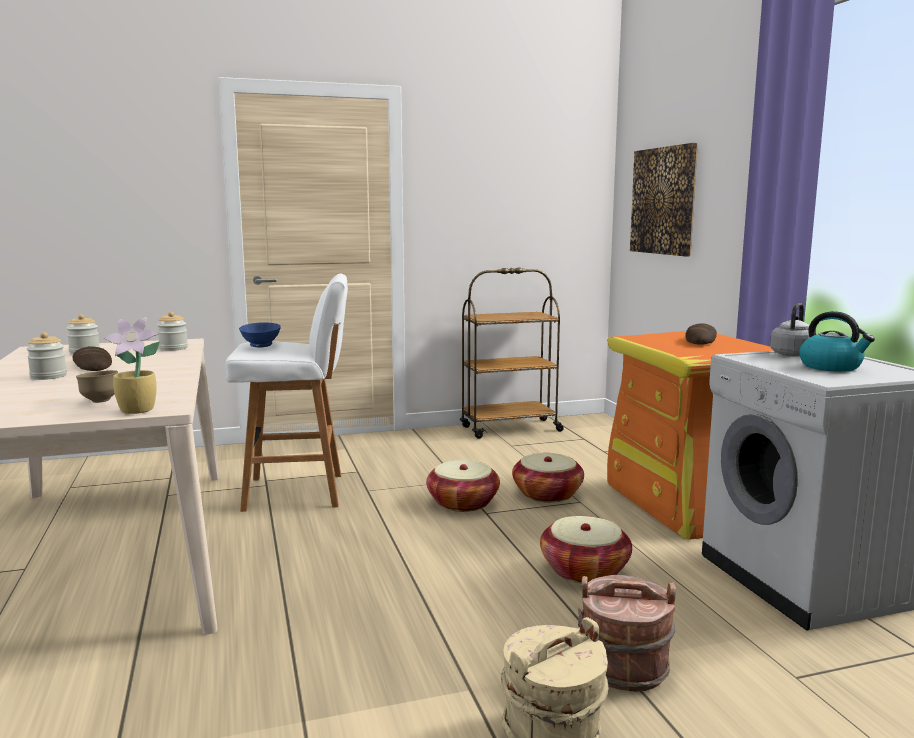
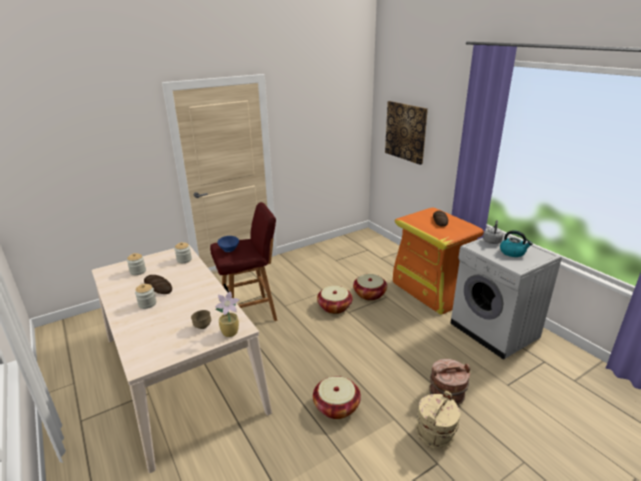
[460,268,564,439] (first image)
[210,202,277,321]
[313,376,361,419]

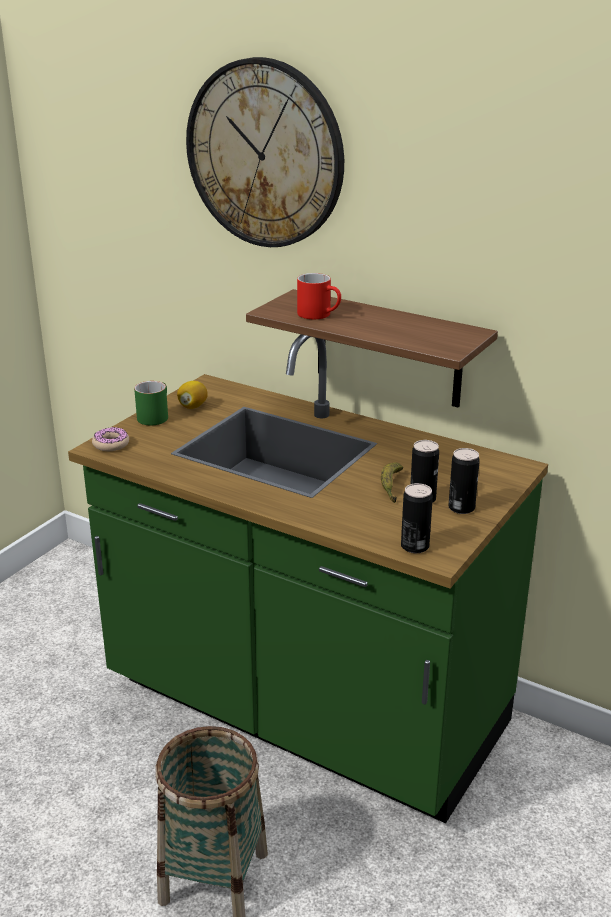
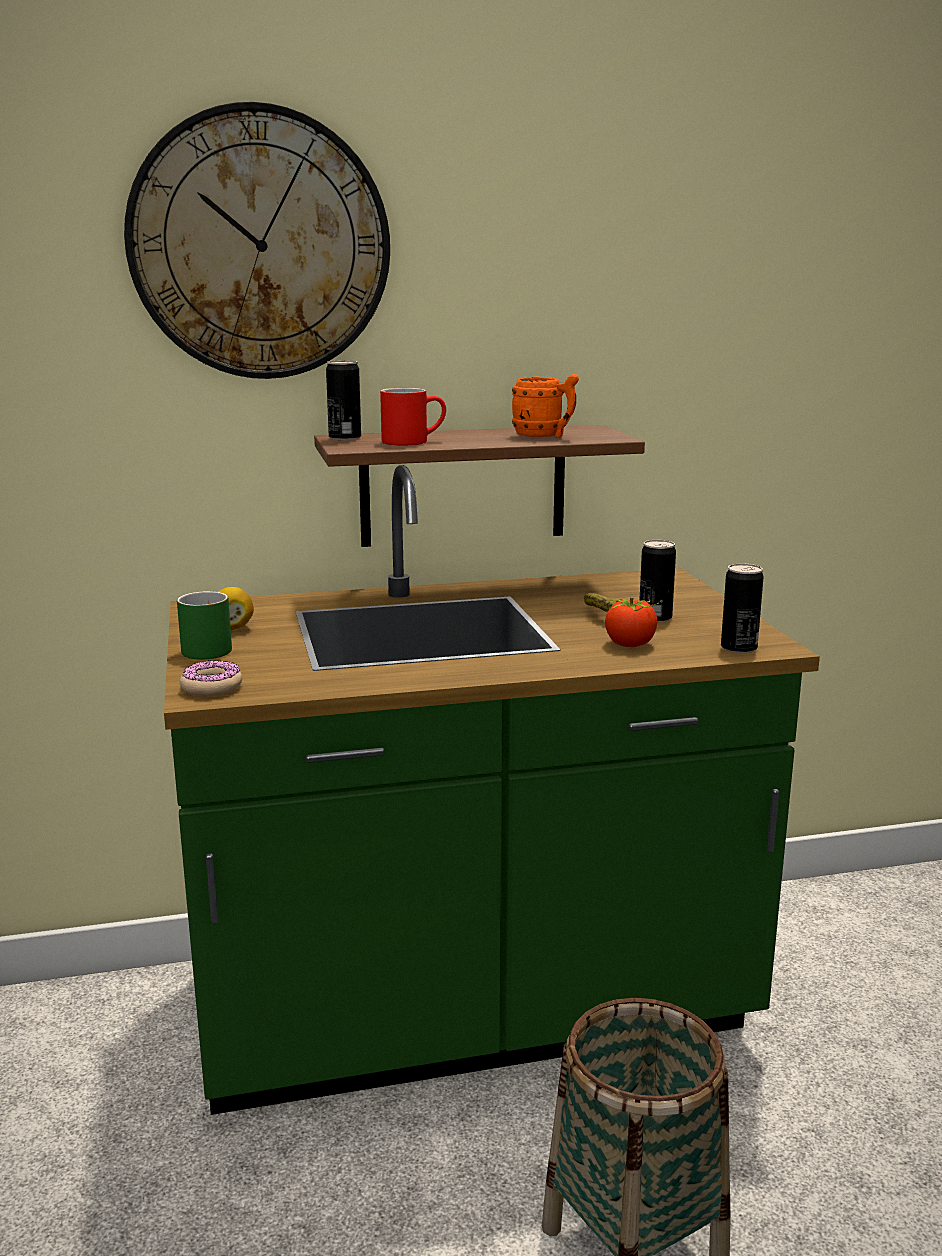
[326,360,361,440]
[512,374,579,438]
[605,597,659,647]

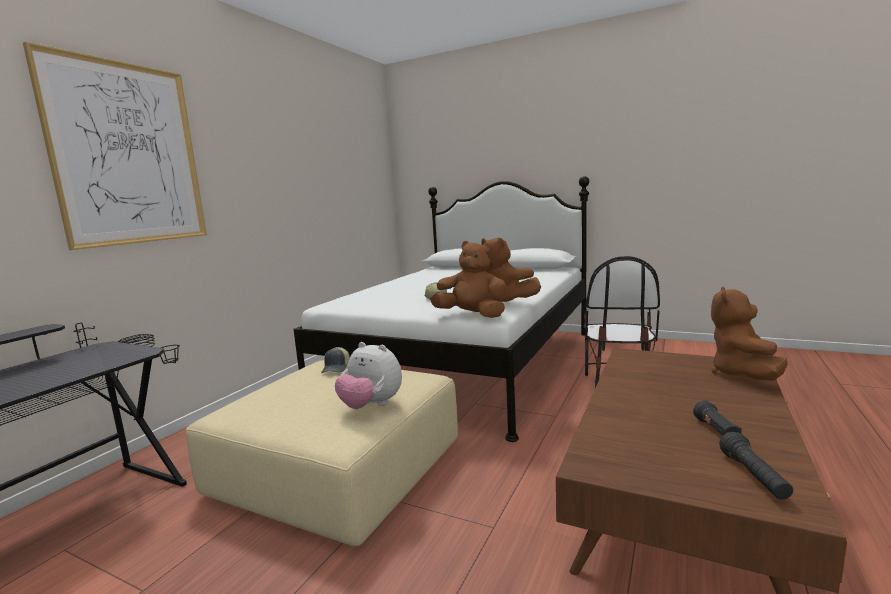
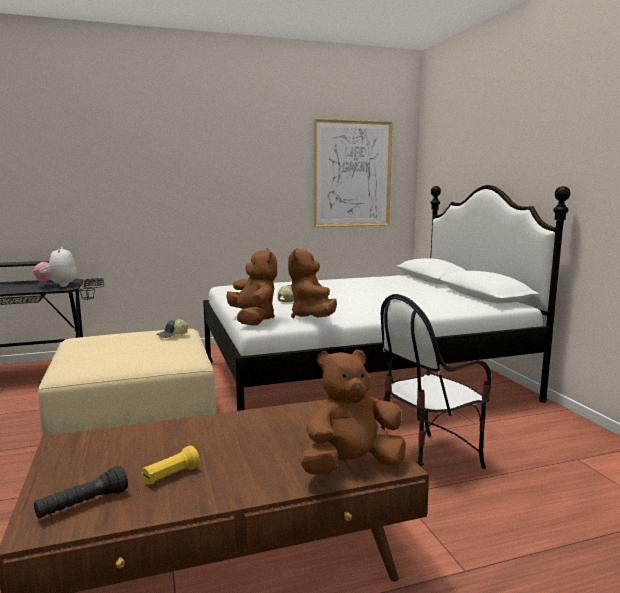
[314,119,393,227]
[34,247,77,287]
[141,445,200,484]

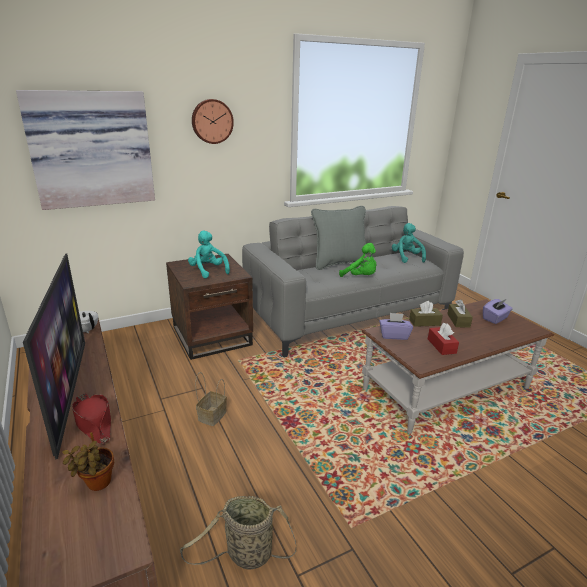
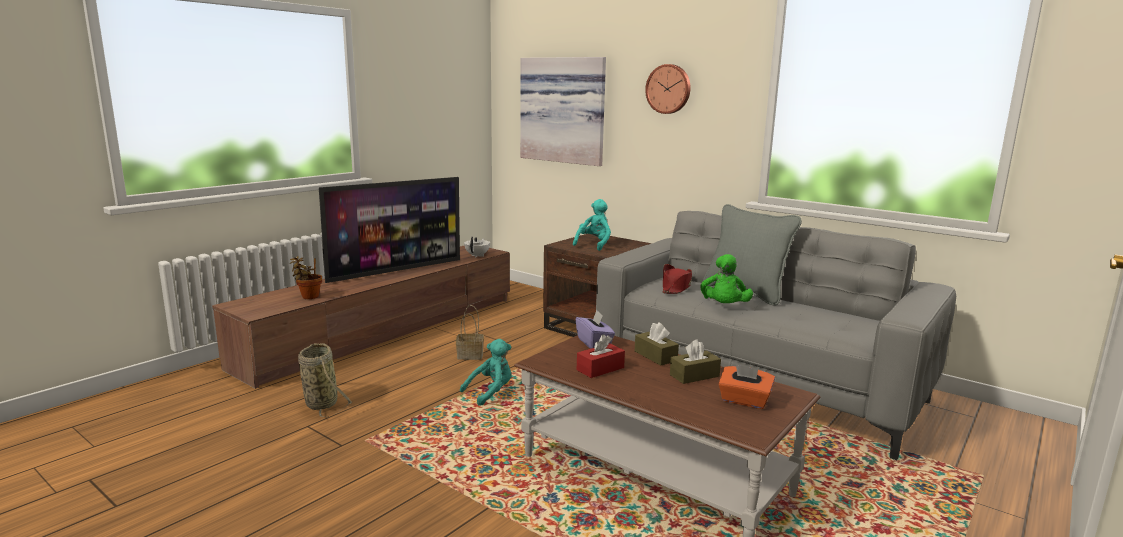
[460,339,512,406]
[718,364,775,409]
[662,264,692,294]

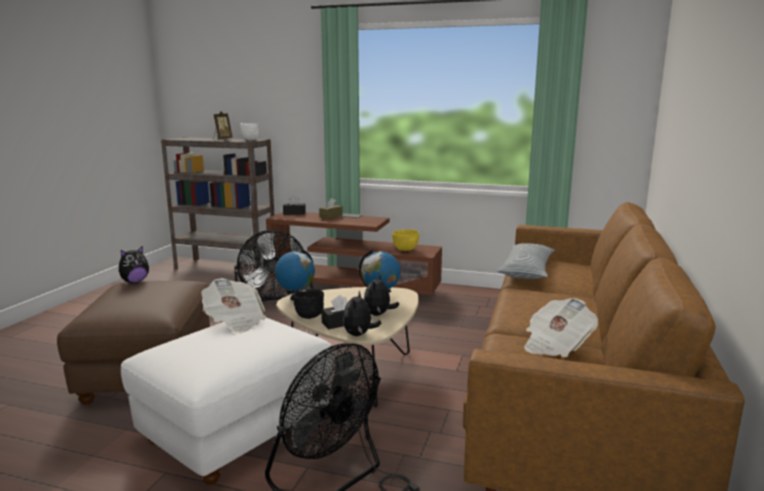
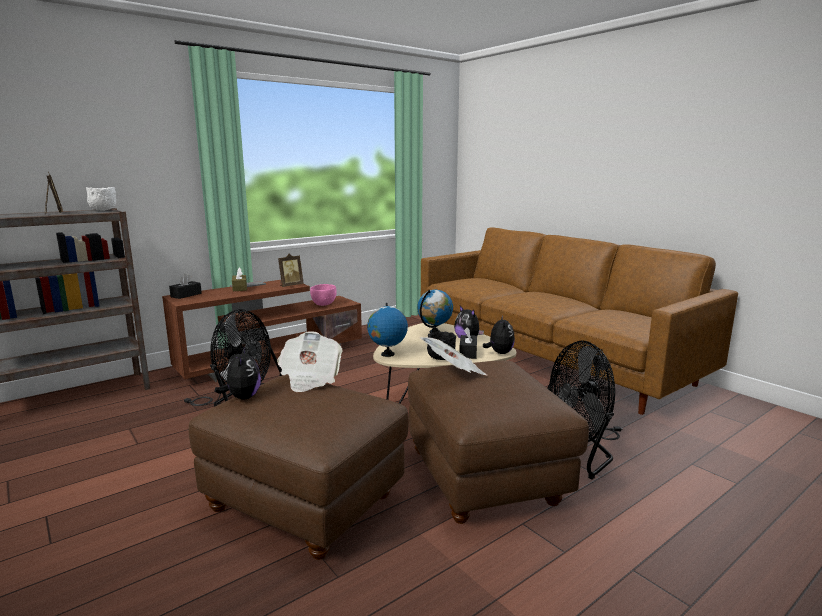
[310,284,337,306]
[497,243,555,279] (first image)
[483,315,515,354]
[277,331,343,392]
[408,360,589,524]
[278,254,304,287]

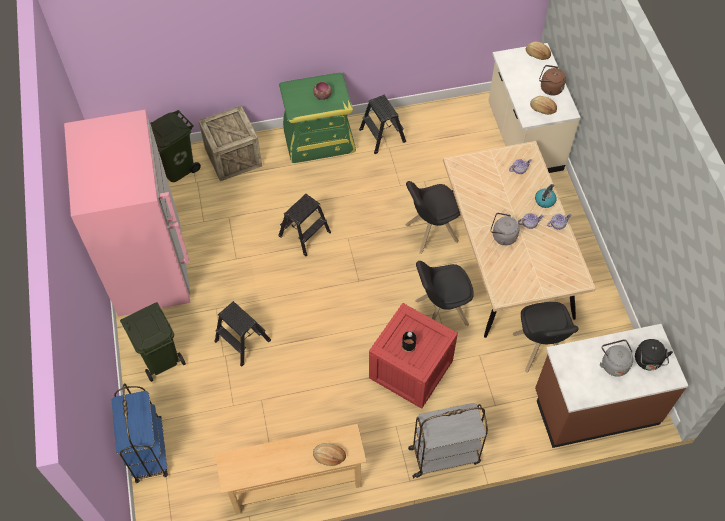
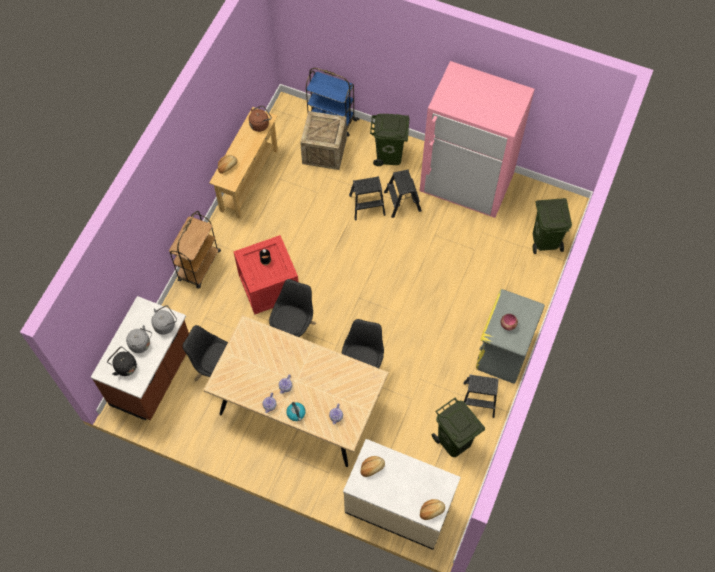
[249,105,272,132]
[476,289,545,384]
[300,111,347,170]
[384,169,422,218]
[151,305,177,335]
[169,211,221,289]
[432,398,485,457]

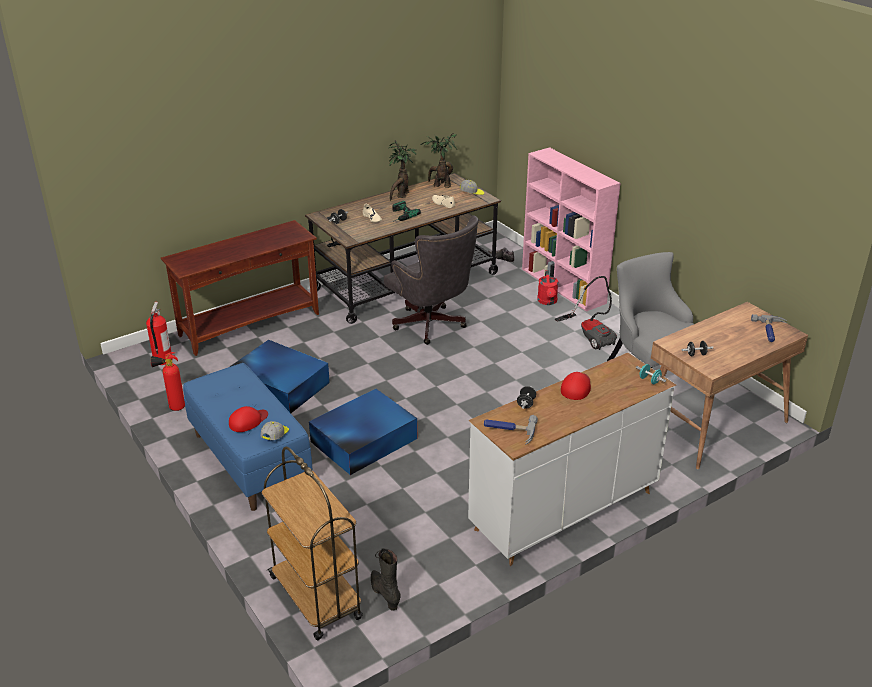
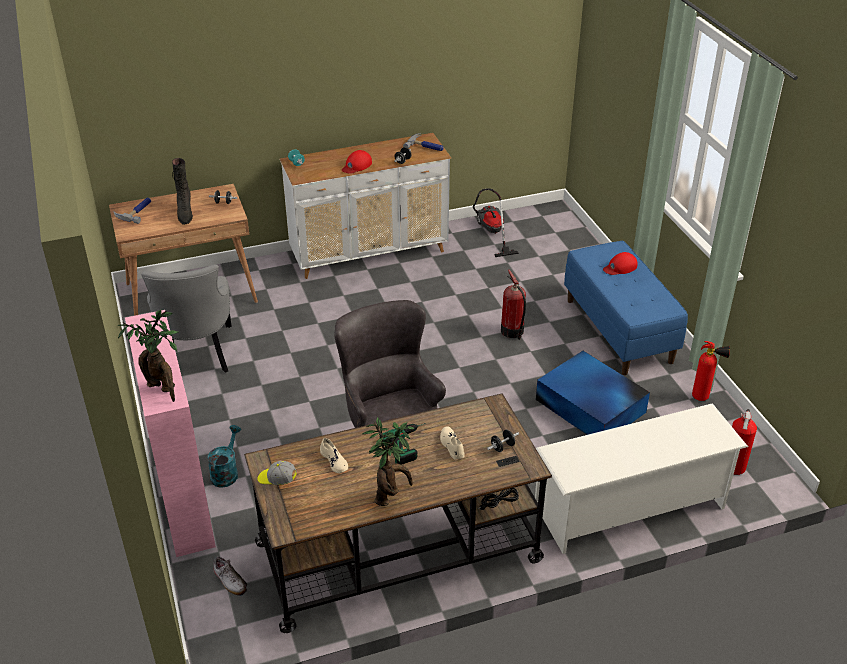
[117,309,179,402]
[535,403,748,554]
[208,425,241,488]
[473,188,519,257]
[501,270,526,340]
[261,421,289,440] (first image)
[262,447,363,641] (first image)
[172,158,193,225]

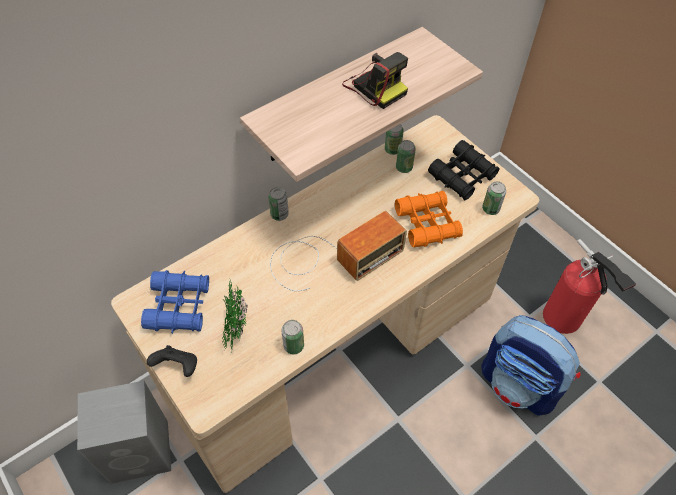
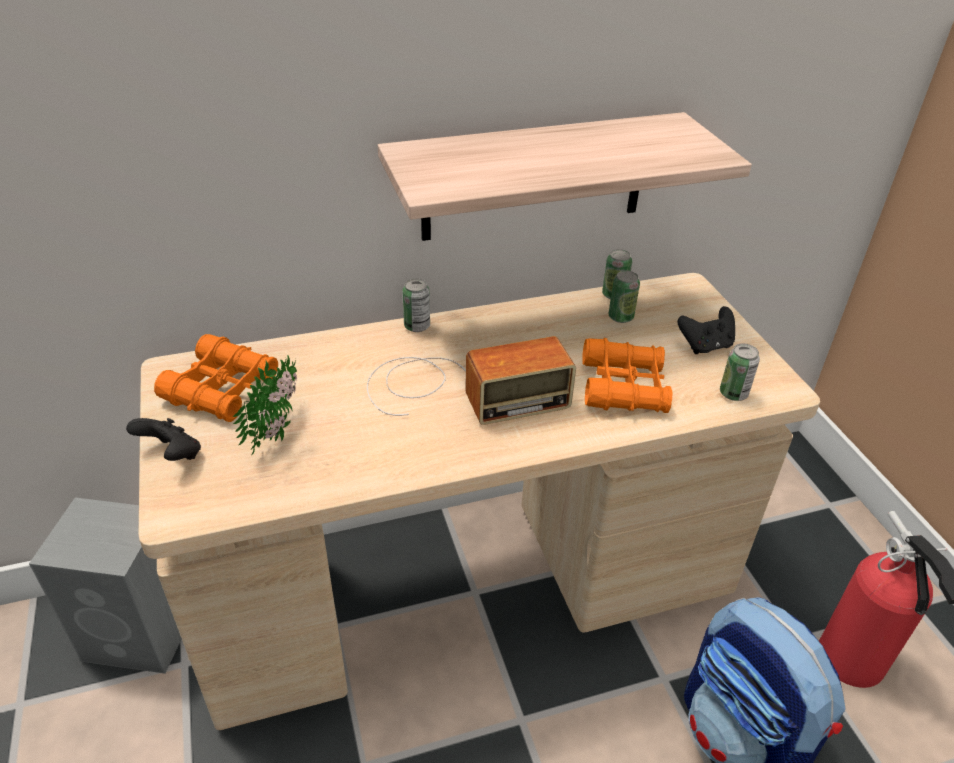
[342,52,408,109] (first image)
[677,306,735,354]
[154,334,278,422]
[282,320,304,354] (first image)

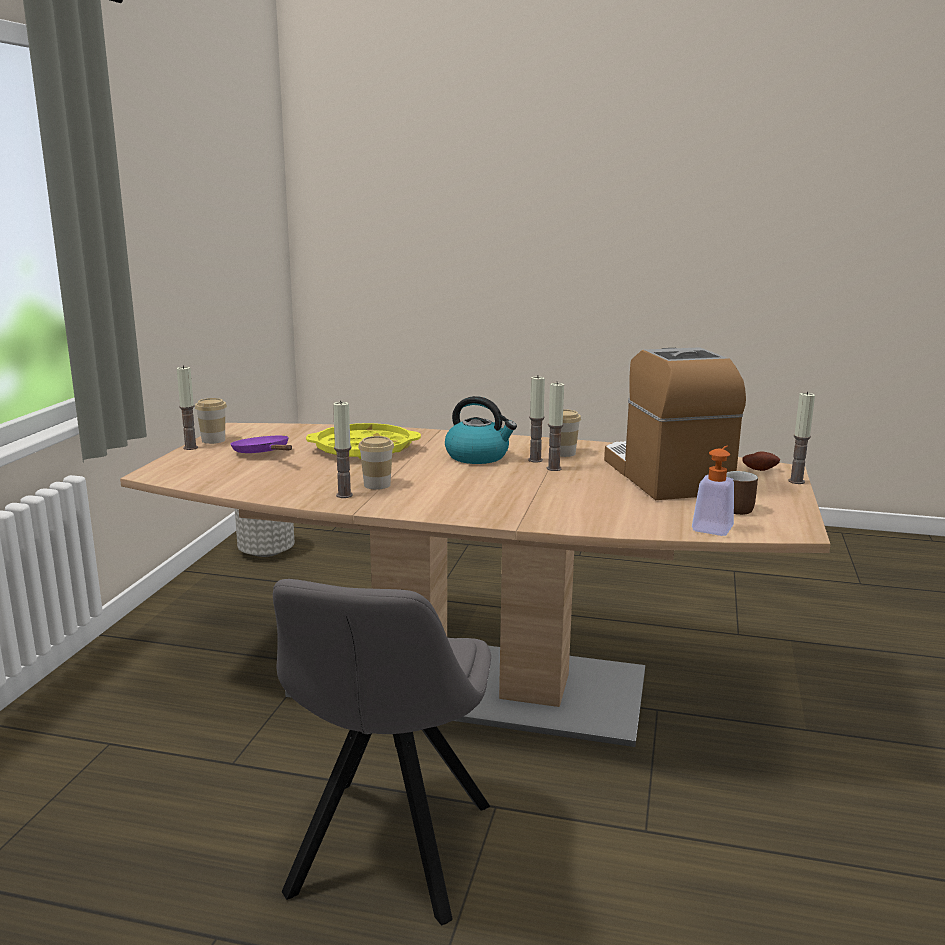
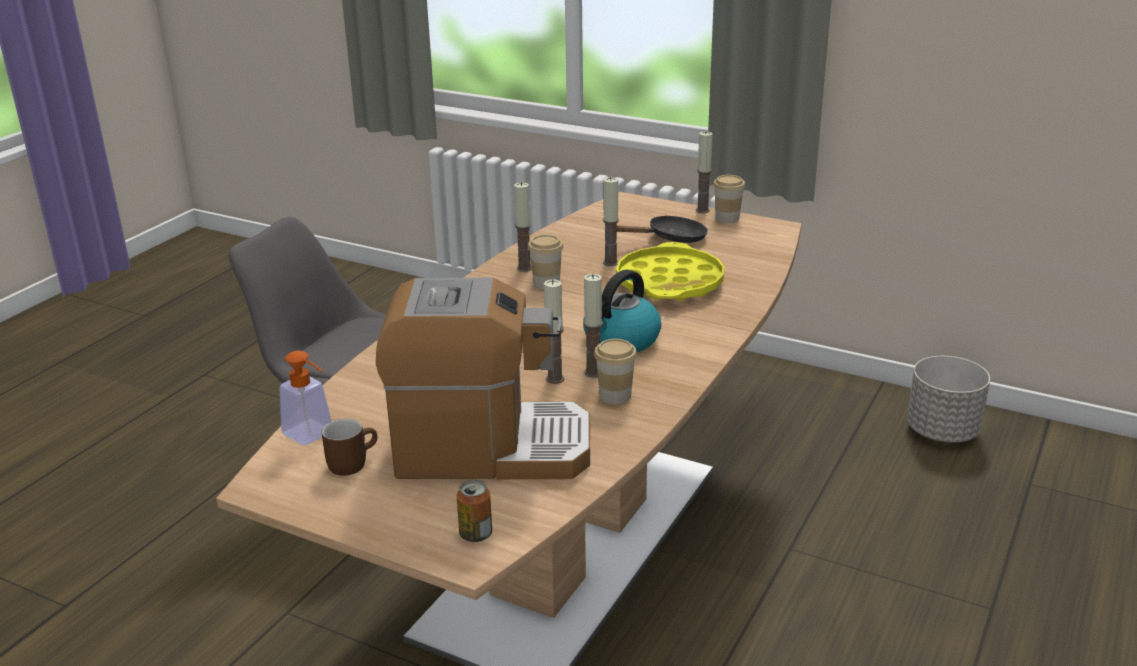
[603,177,619,266]
[616,215,708,243]
[457,480,492,542]

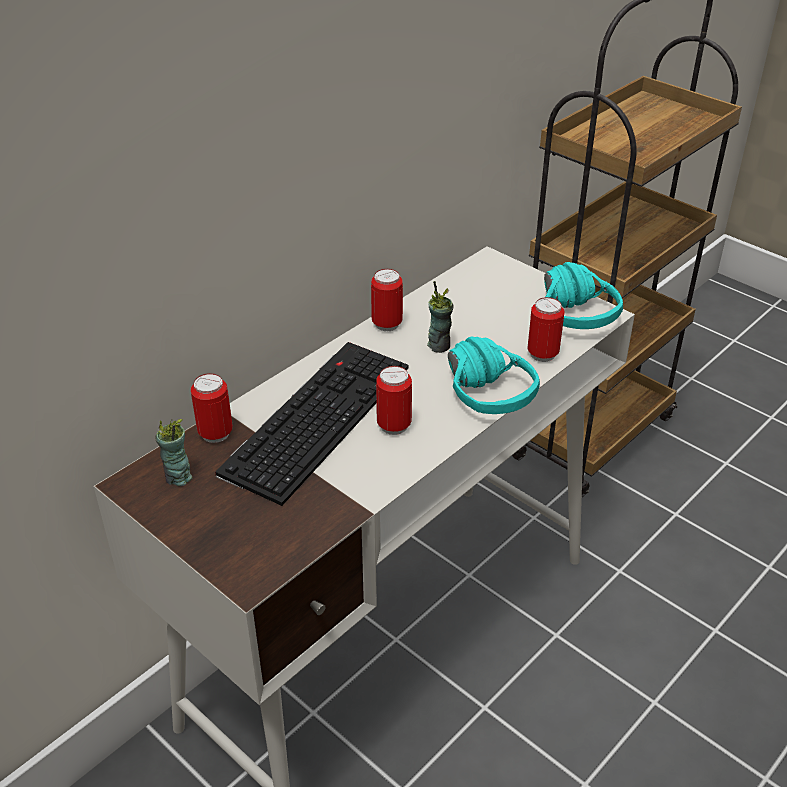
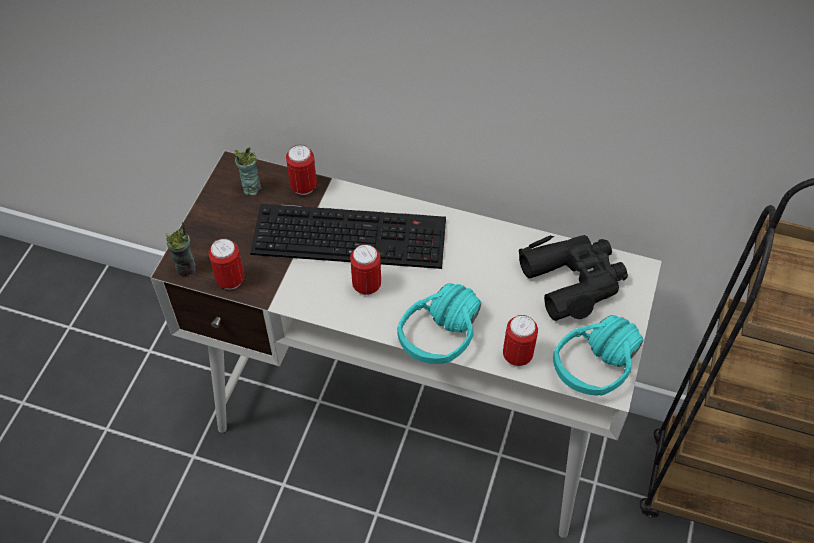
[208,238,244,290]
[165,222,196,277]
[519,235,628,321]

